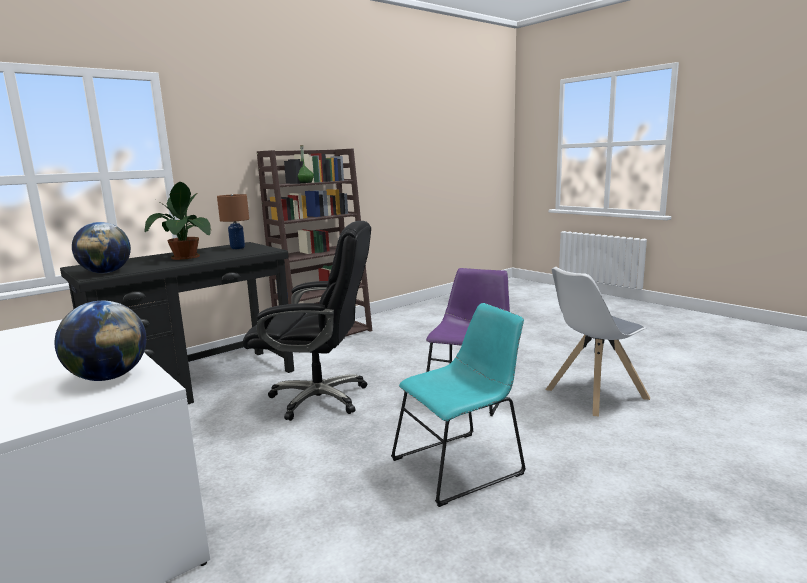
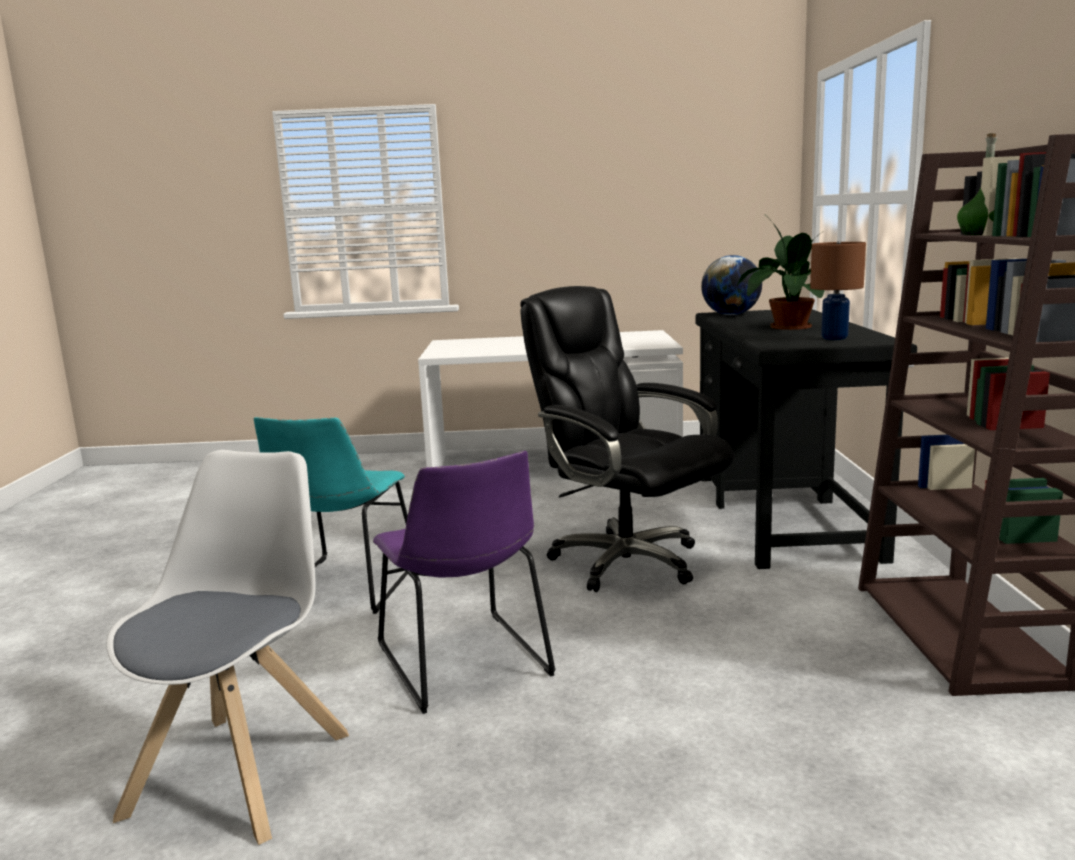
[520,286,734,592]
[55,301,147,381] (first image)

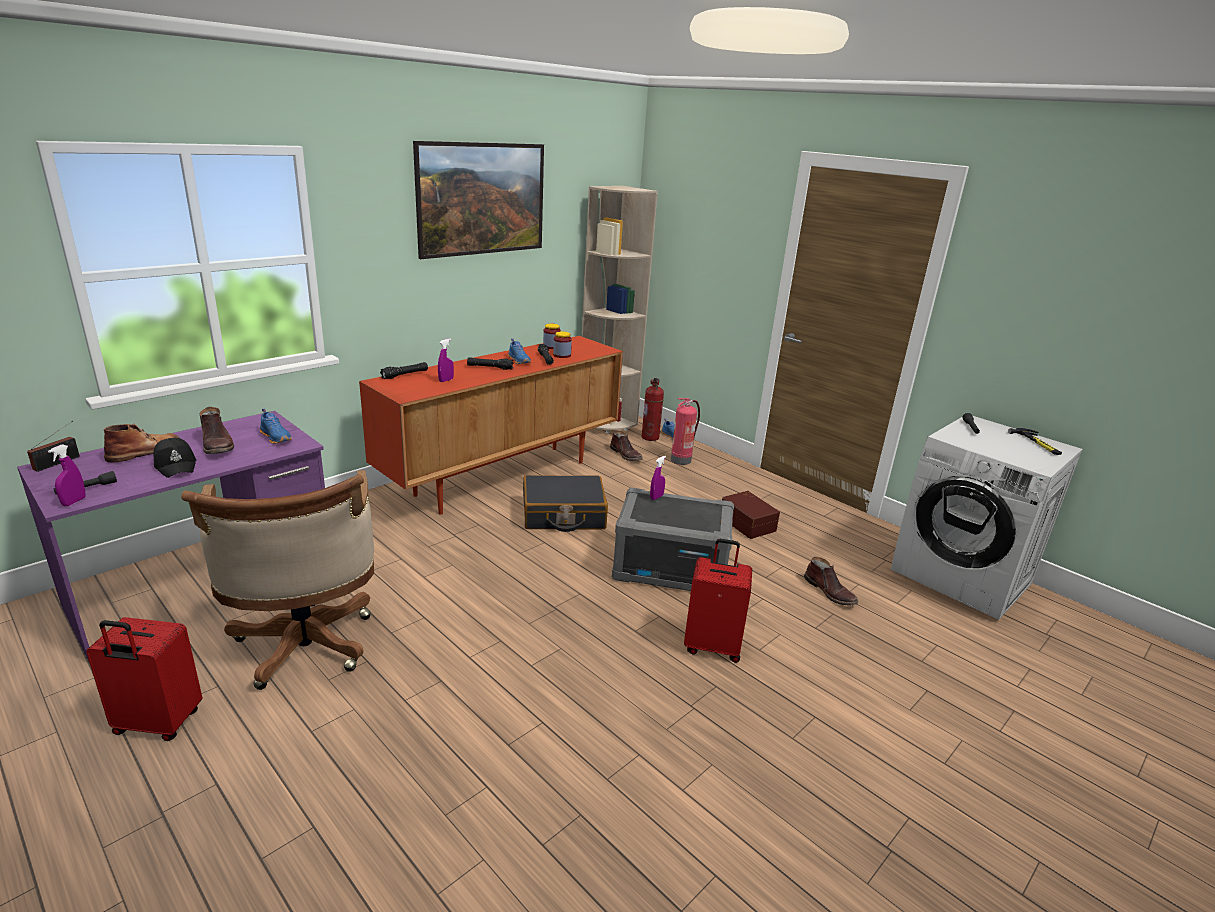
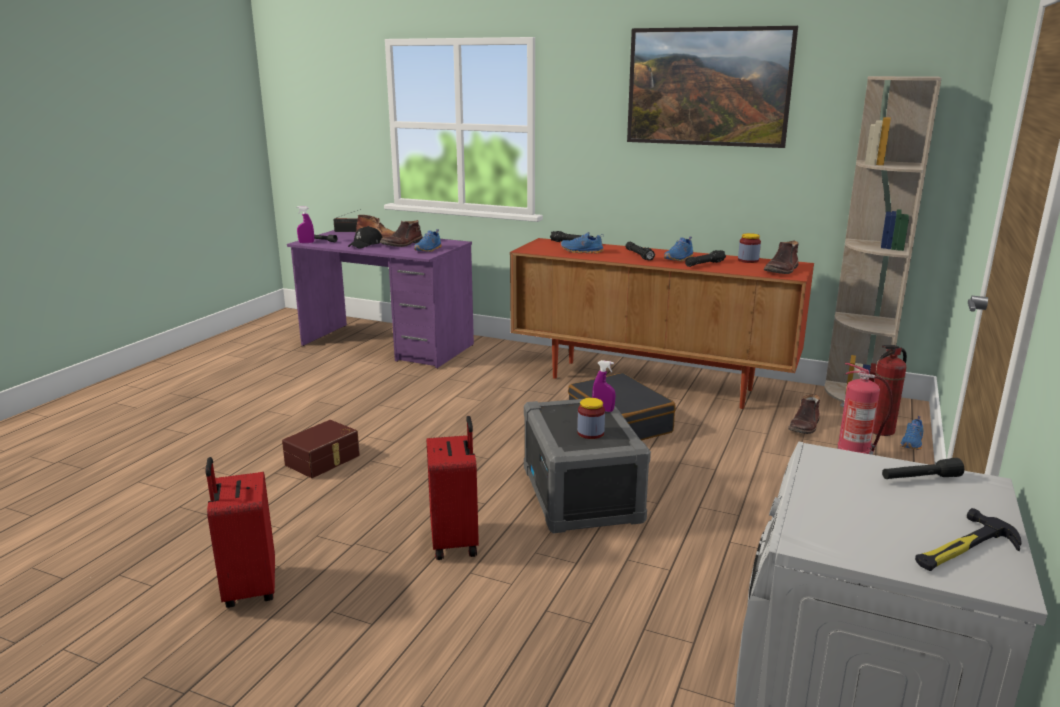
[577,398,605,439]
[561,232,604,254]
[181,470,374,690] (first image)
[282,420,360,478]
[764,241,798,274]
[205,457,275,608]

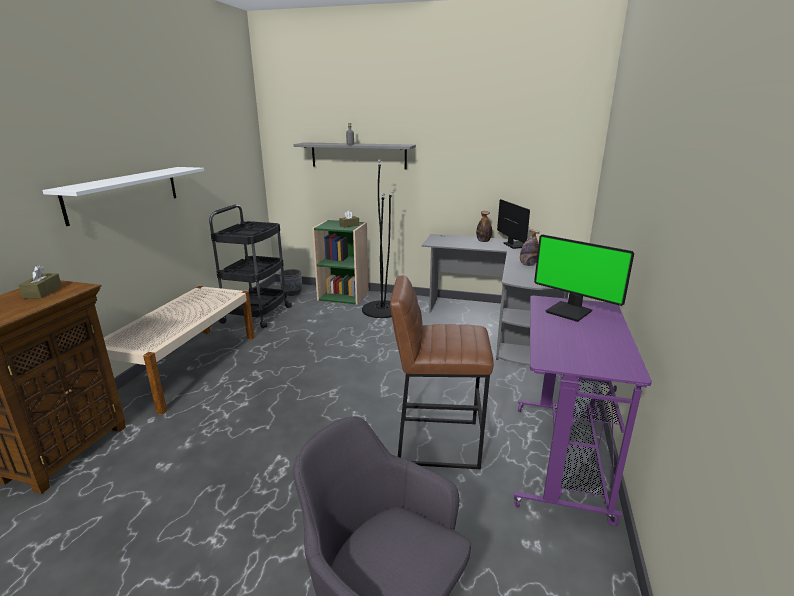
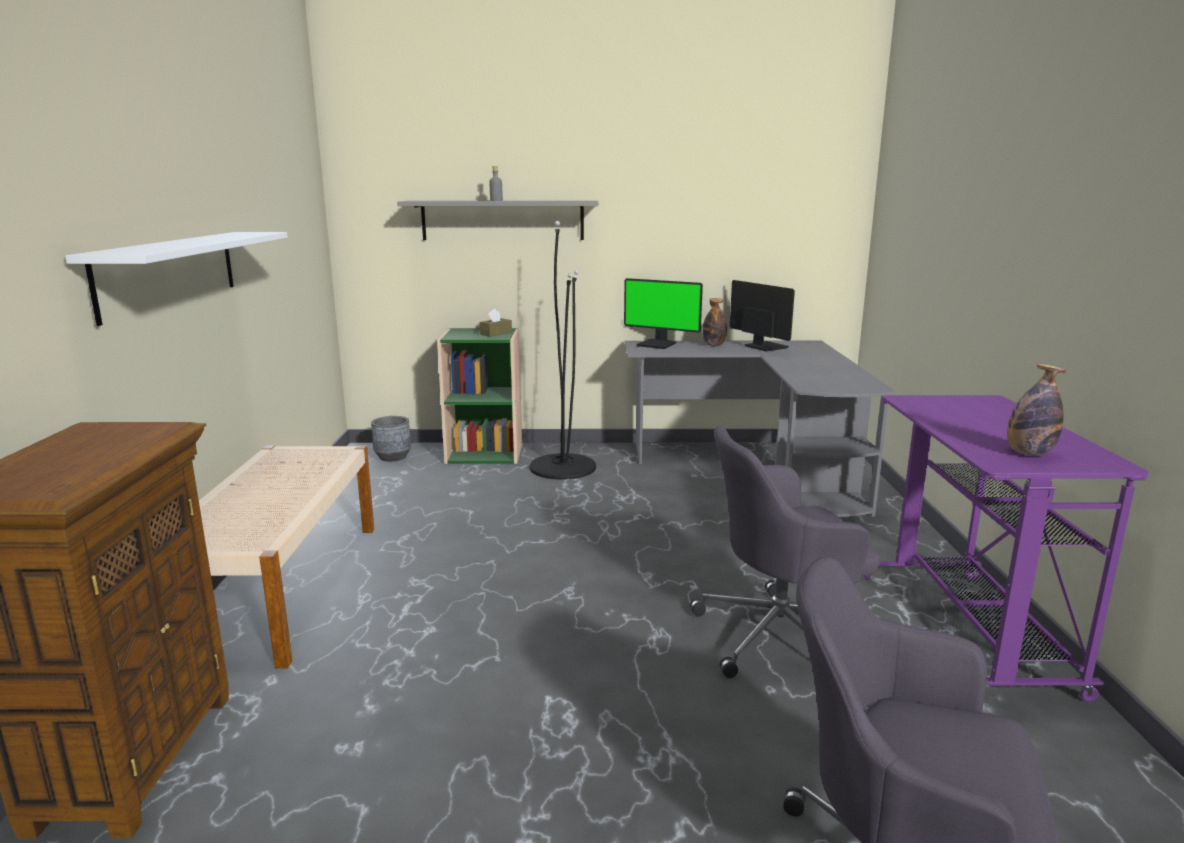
[209,205,292,328] (first image)
[1007,364,1066,456]
[624,278,703,349]
[18,265,62,299] (first image)
[690,425,880,678]

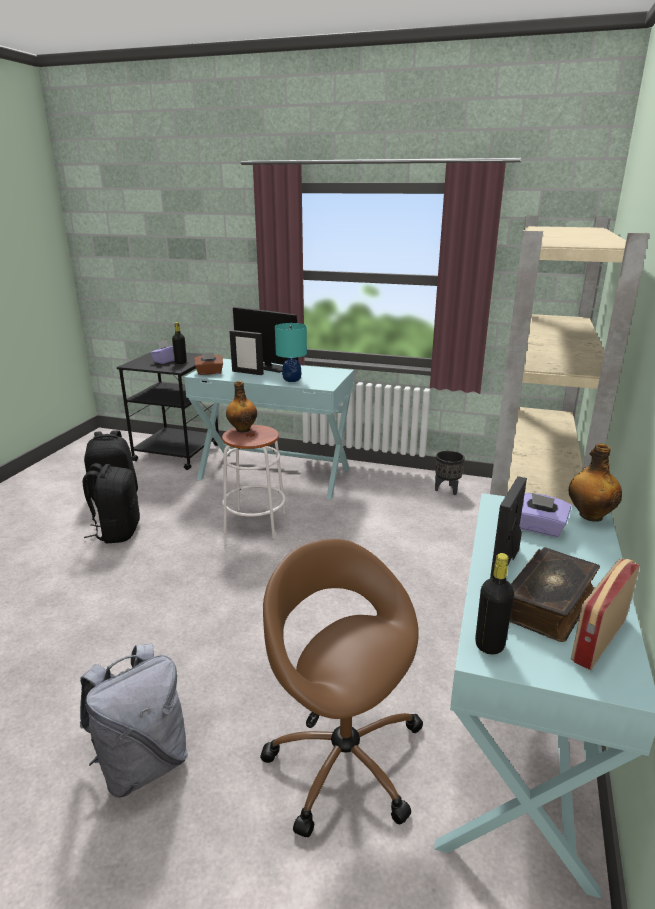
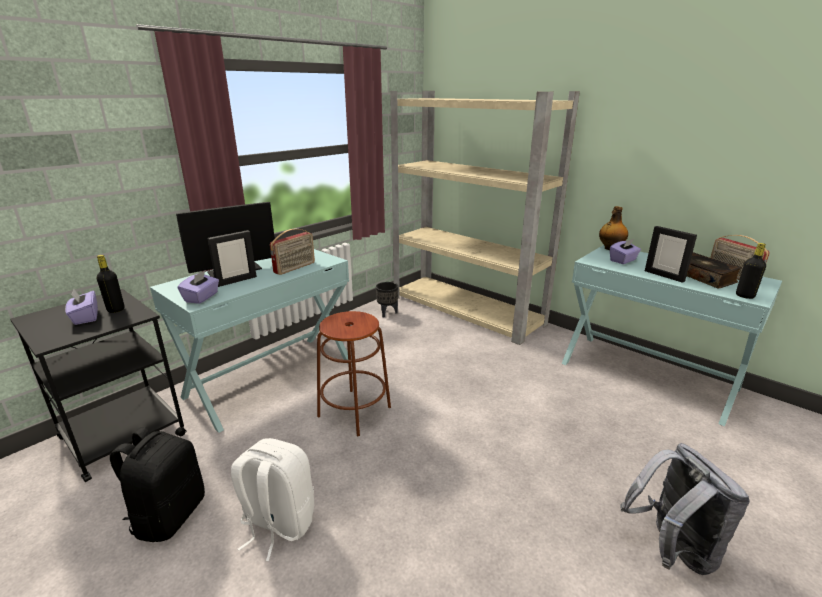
[270,229,315,275]
[178,270,219,304]
[226,381,257,432] (first image)
[317,311,391,436]
[231,438,314,561]
[260,539,423,837] (first image)

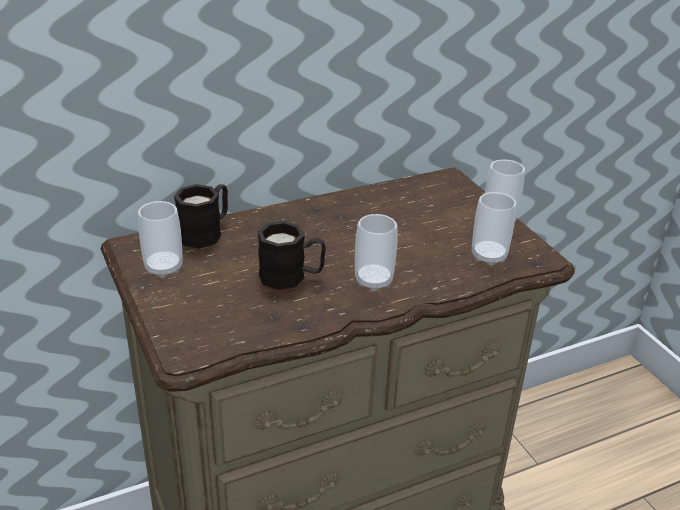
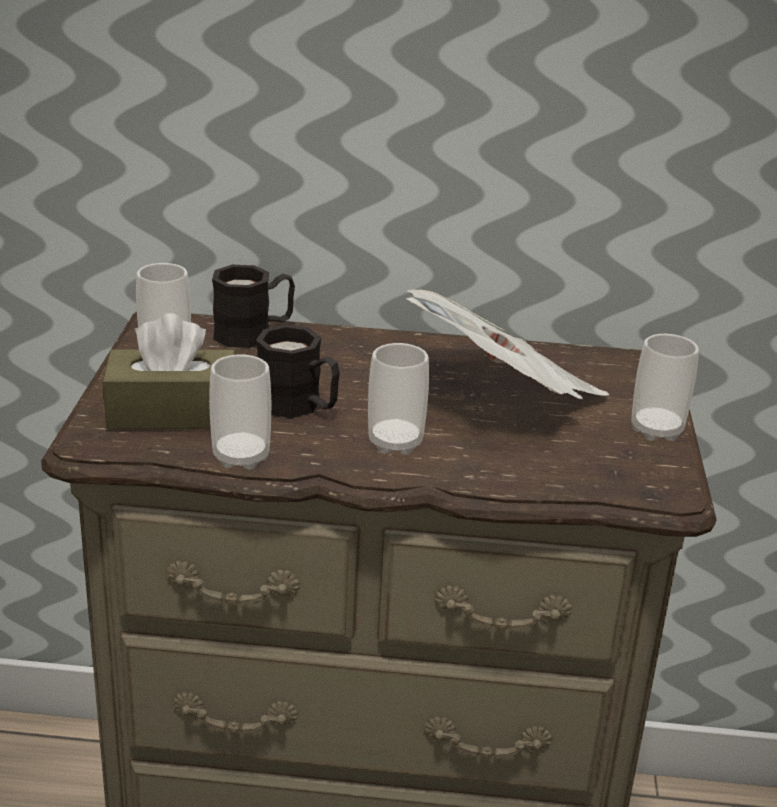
[209,354,271,470]
[406,289,609,399]
[103,313,236,429]

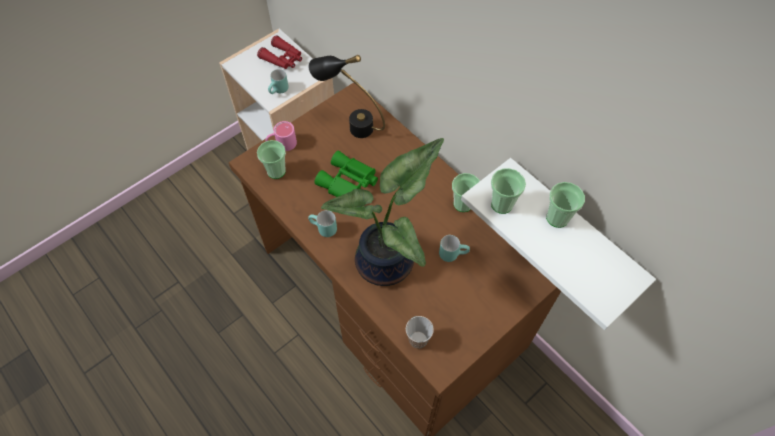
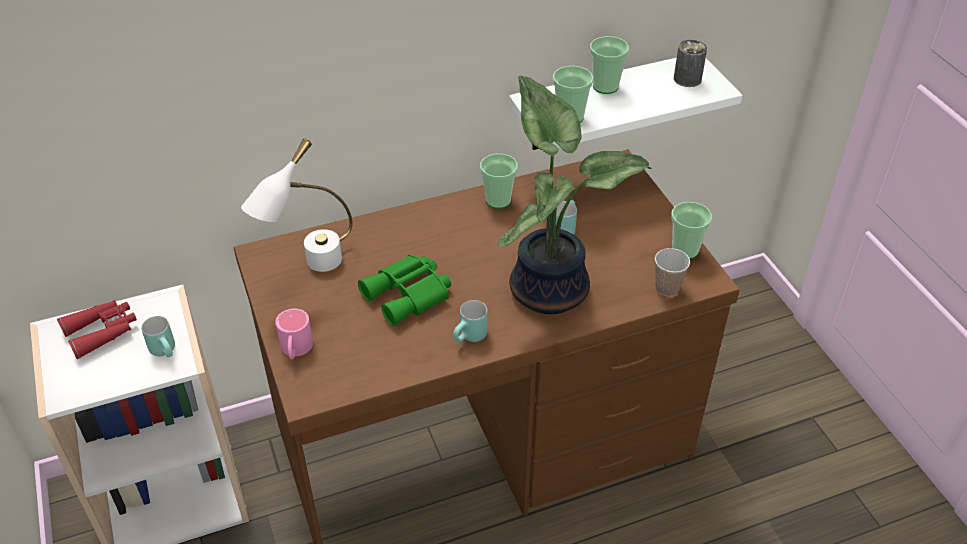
[241,138,353,272]
[671,202,712,259]
[674,39,707,87]

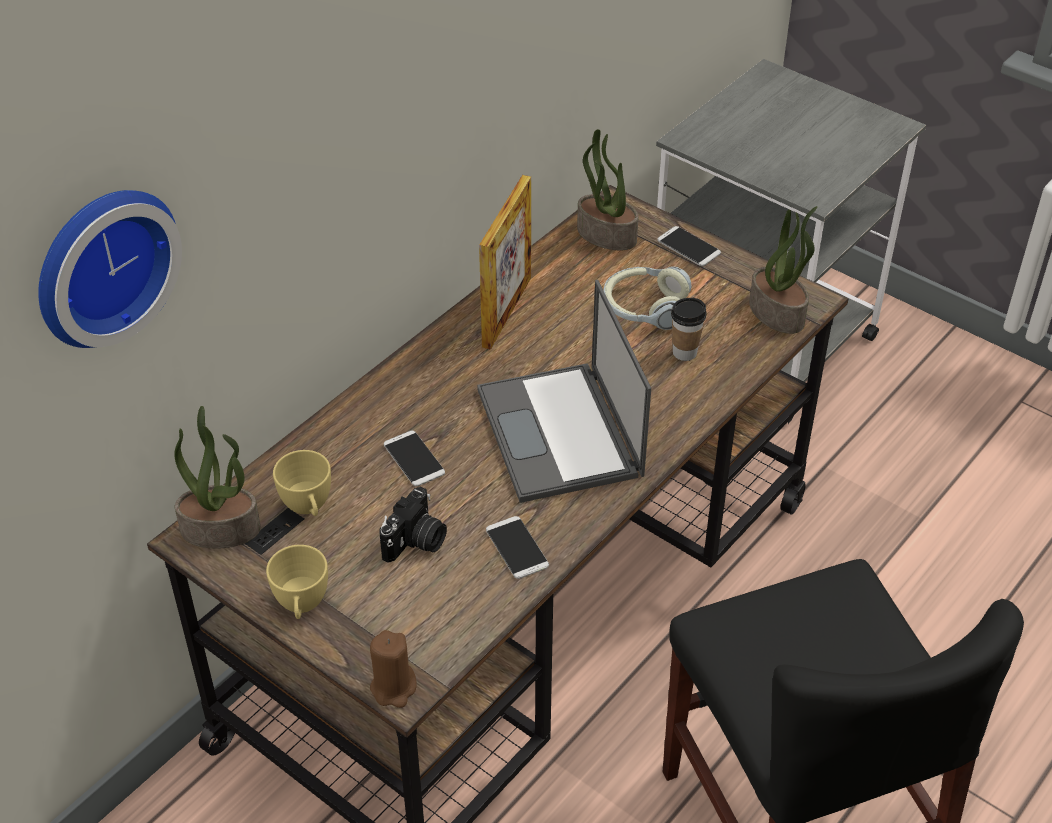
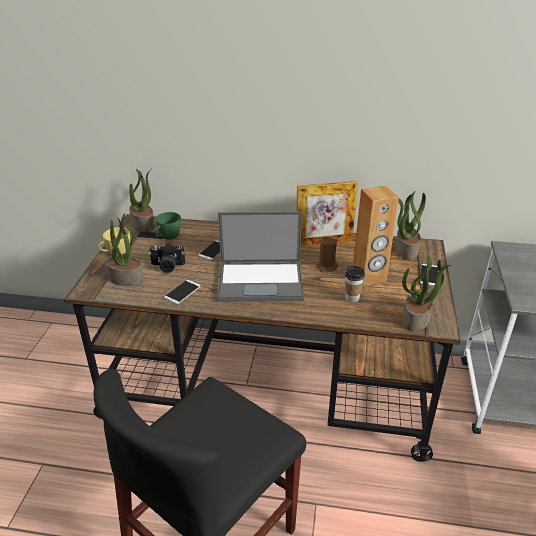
[38,190,182,348] (first image)
[353,186,399,286]
[217,212,304,302]
[155,212,181,240]
[316,237,338,272]
[105,213,144,286]

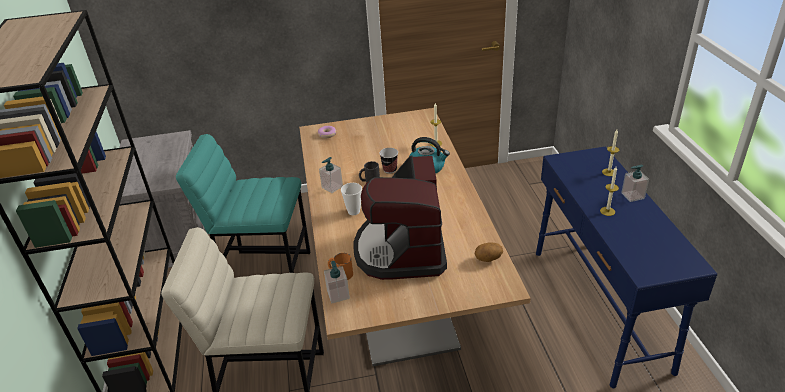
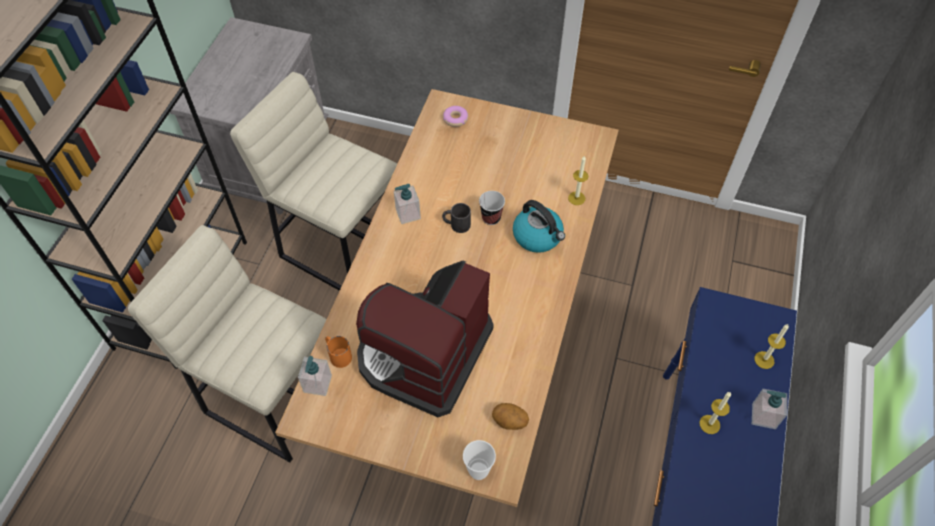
[230,72,397,291]
[463,440,496,480]

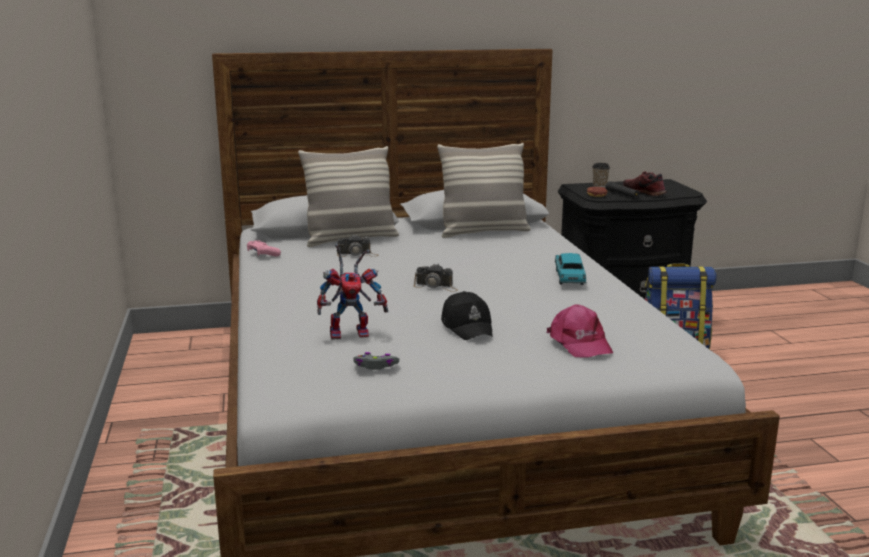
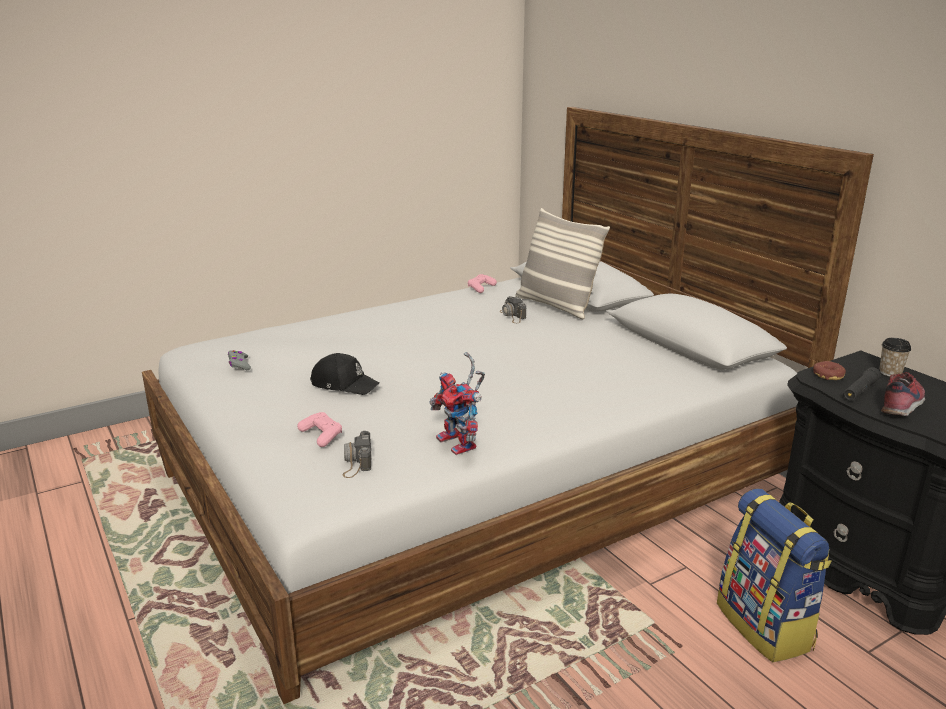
[437,143,531,238] (first image)
[429,352,485,455]
[555,253,586,285] (first image)
[343,431,371,478]
[310,353,380,395]
[297,412,342,447]

